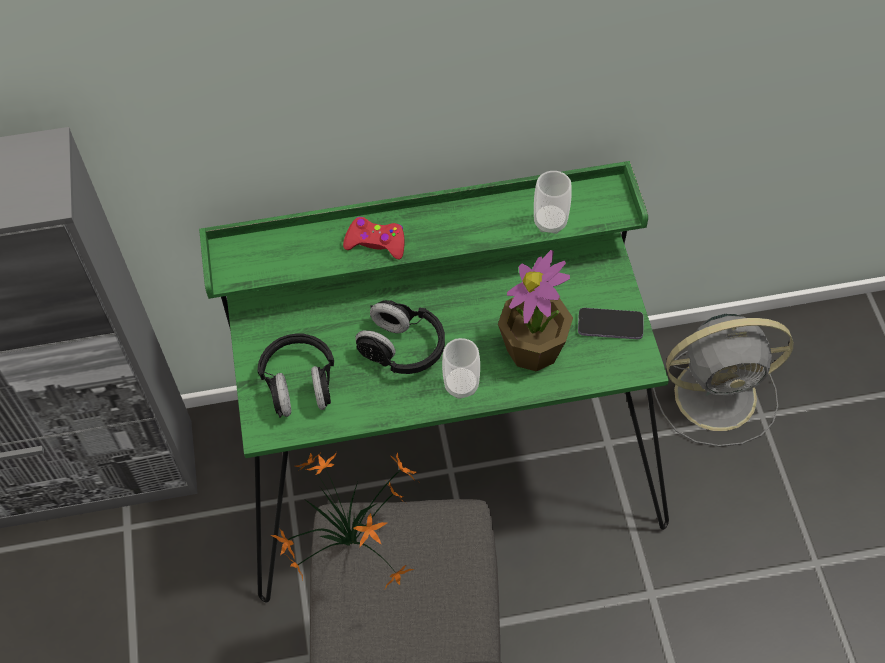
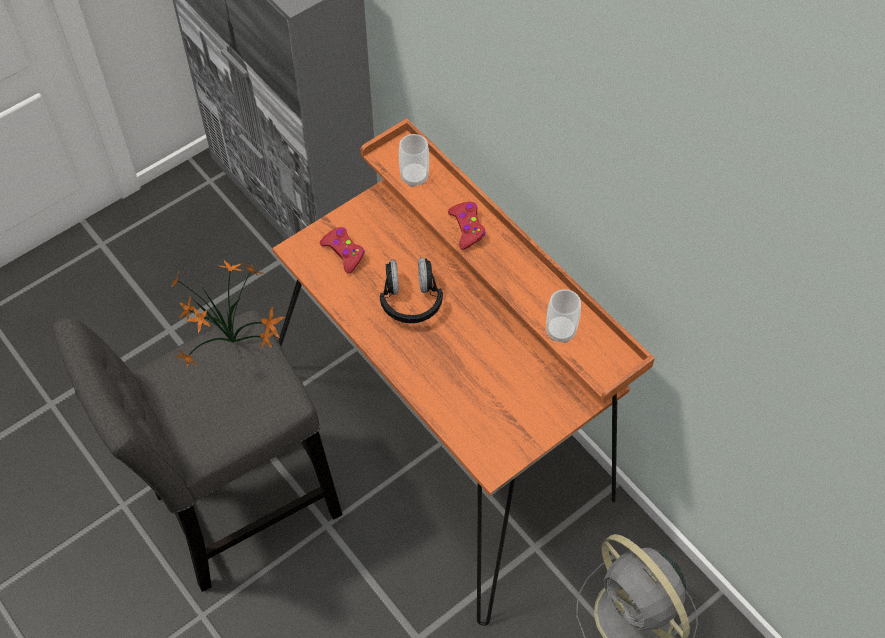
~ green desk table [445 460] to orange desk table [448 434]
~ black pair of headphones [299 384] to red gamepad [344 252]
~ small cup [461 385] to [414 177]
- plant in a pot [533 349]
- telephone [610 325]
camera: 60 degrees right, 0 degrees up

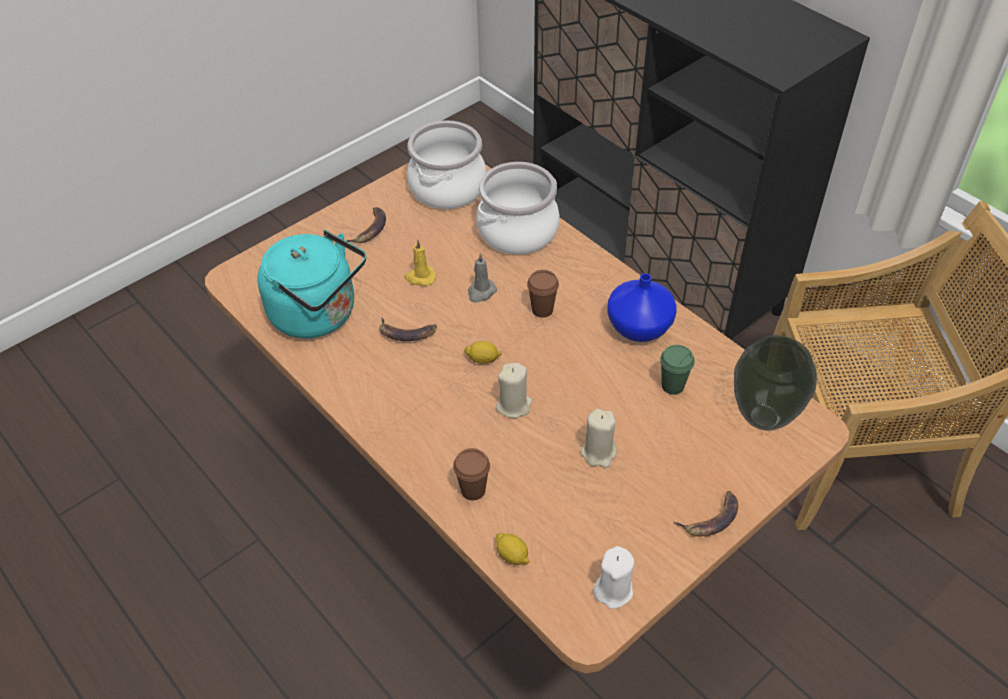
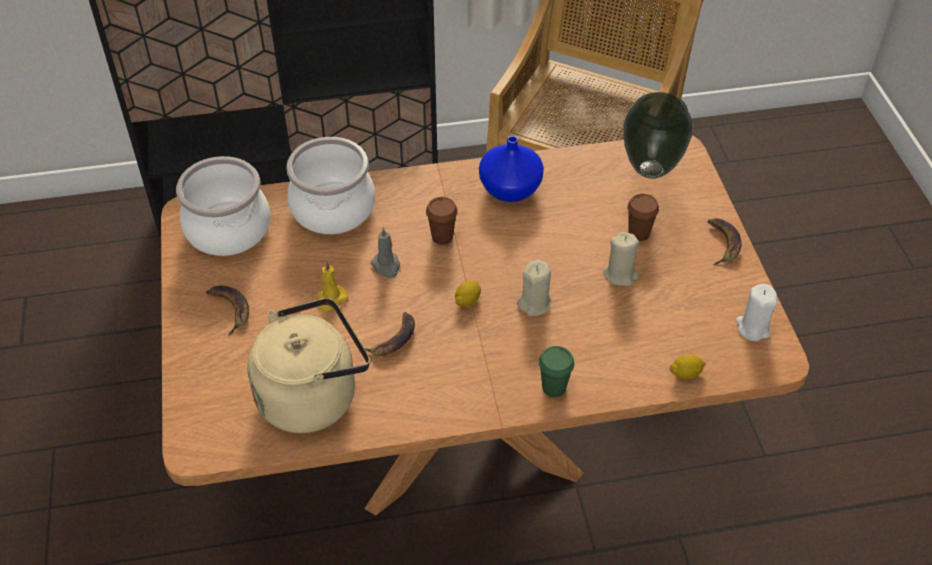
~ turquoise tea kettle [319 315] to beige tea kettle [313 395]
~ brown-coloured small cup [473 490] to [638 233]
~ green small cup [672 386] to [554 387]
camera: 60 degrees left, 0 degrees up

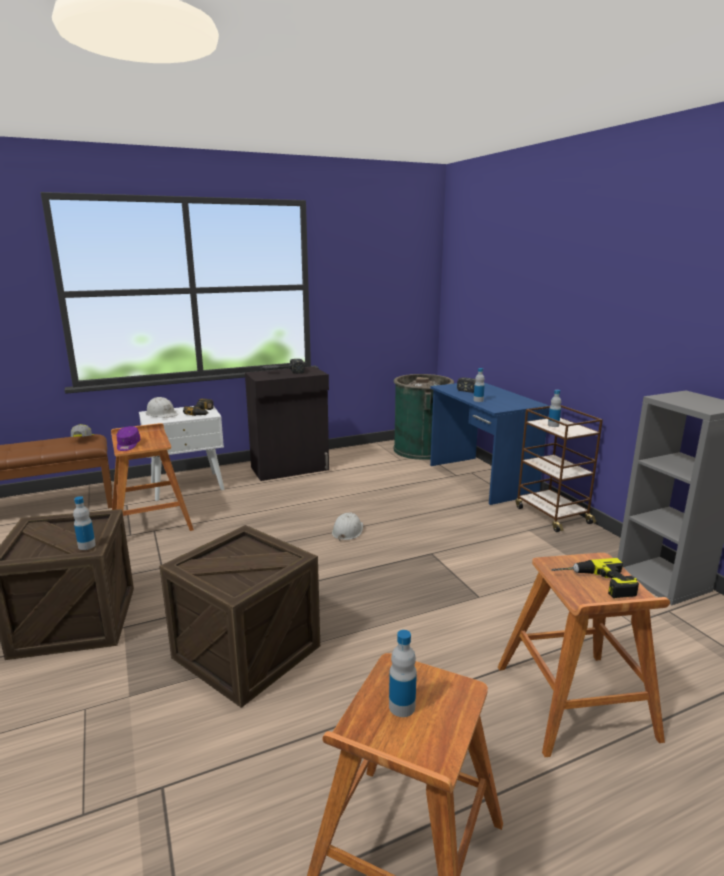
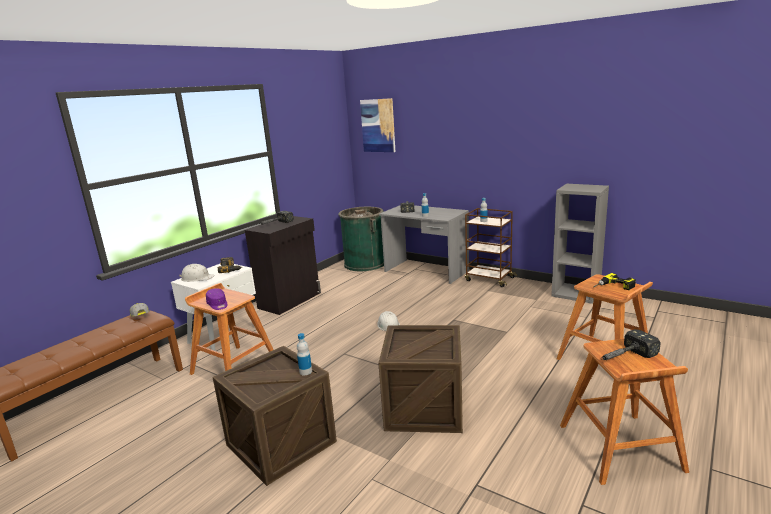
~ beverage bottle [402 707] to hammer [624 357]
~ blue-coloured desk table [480 479] to gray desk table [426 271]
+ wall art [378 125]
camera: 30 degrees left, 0 degrees up

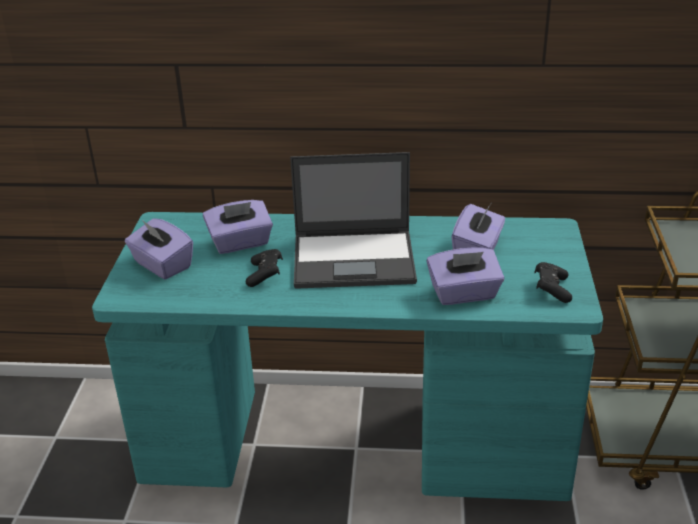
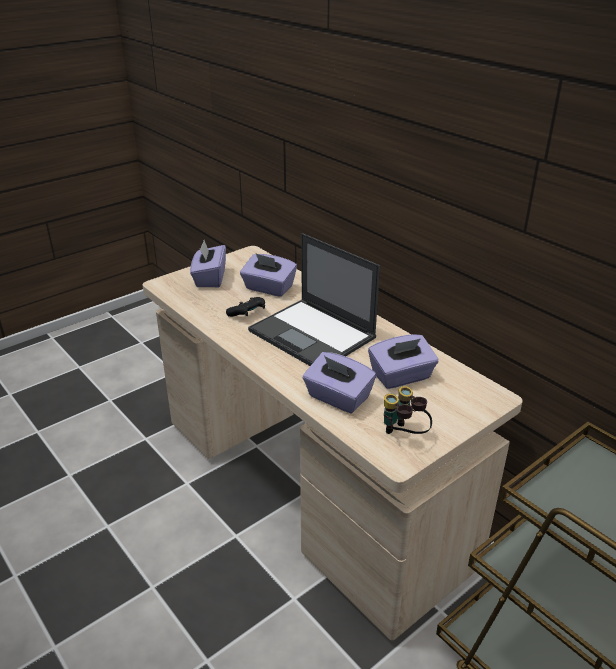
~ turquoise desk table [354 445] to beige desk table [308 489]
~ black gamepad [551 290] to binoculars [404 435]
camera: 45 degrees right, 0 degrees up

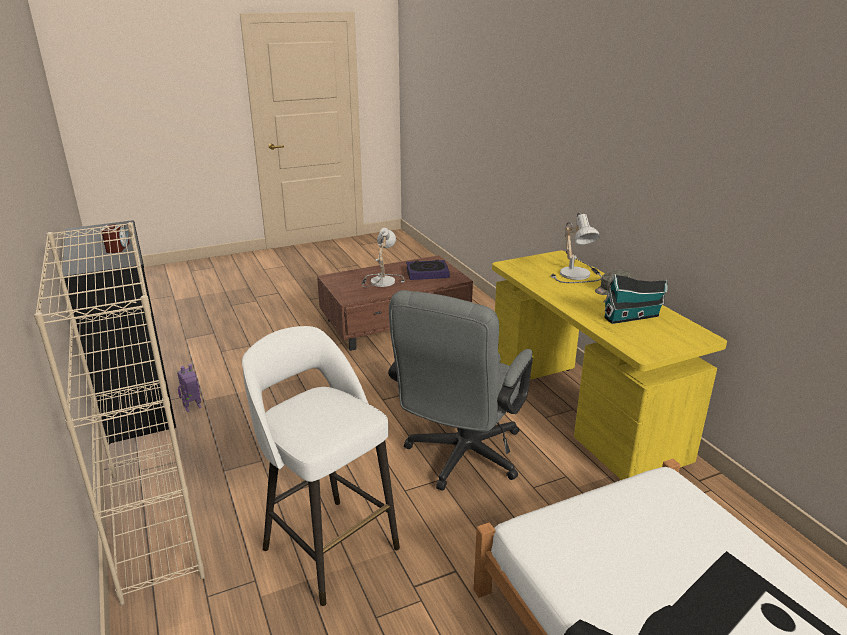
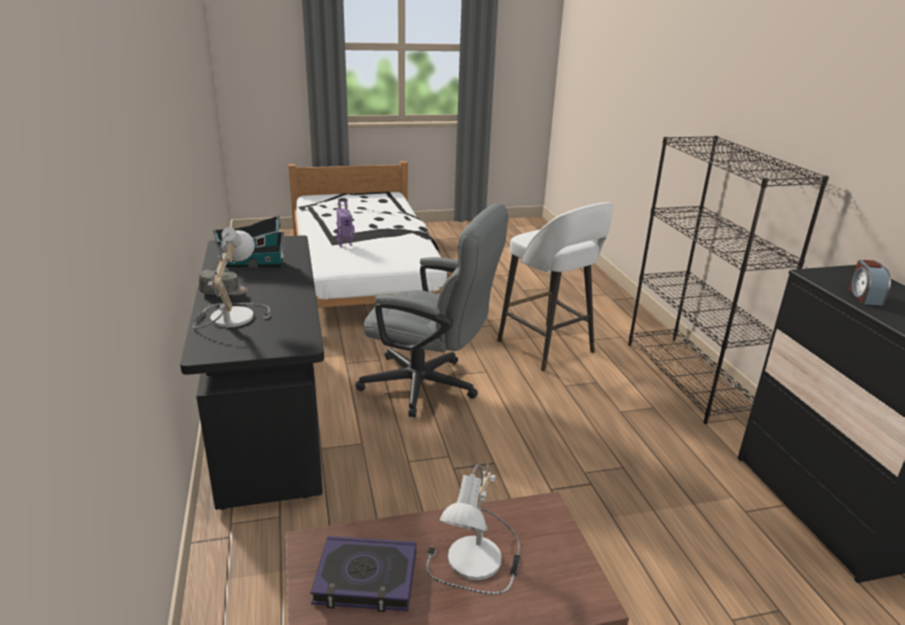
~ beige bookcase [153 522] to black bookcase [689 378]
~ robot figure [193 408] to [345 244]
~ gray desk chair [460 459] = [429 387] 75 degrees clockwise
~ yellow desk table [581 409] to black desk table [269 416]
camera: 170 degrees left, 0 degrees up

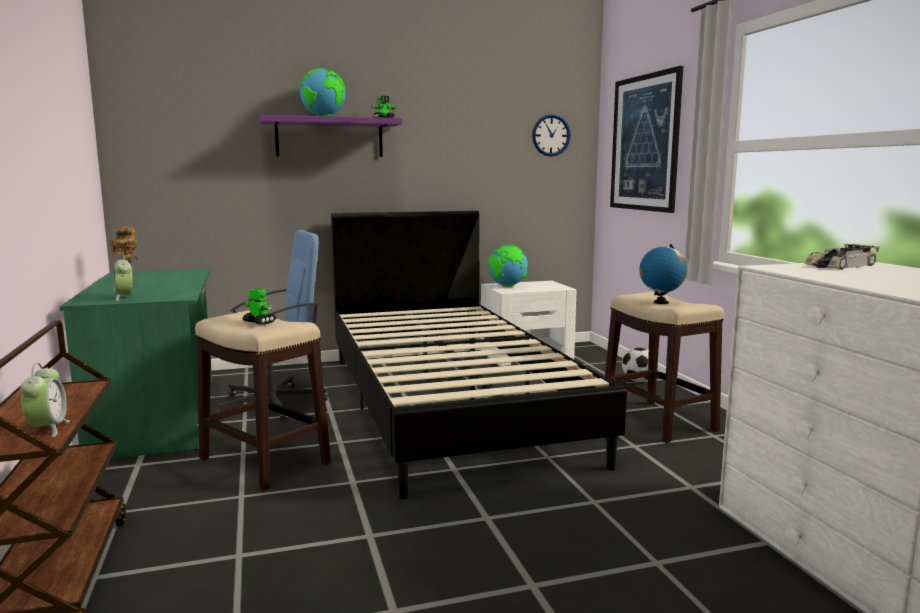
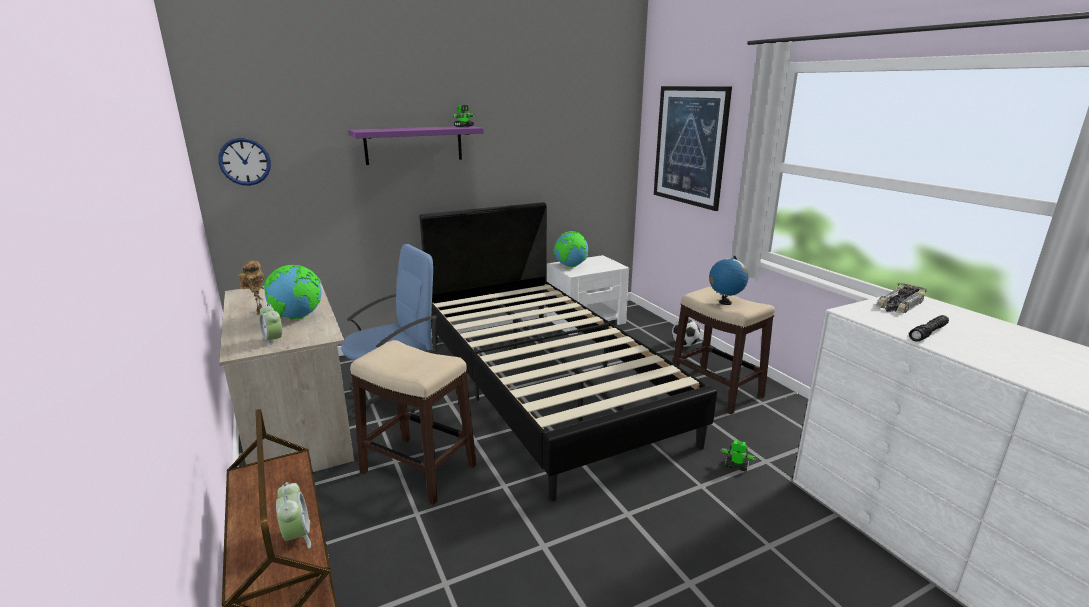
~ green desk table [157 416] to beige desk table [297 423]
~ robot figure [259 322] to [736 465]
~ desk globe [324 117] to [298 317]
~ clock on the wall [551 135] to [245 161]
+ black flashlight [928 333]
camera: 10 degrees left, 10 degrees up

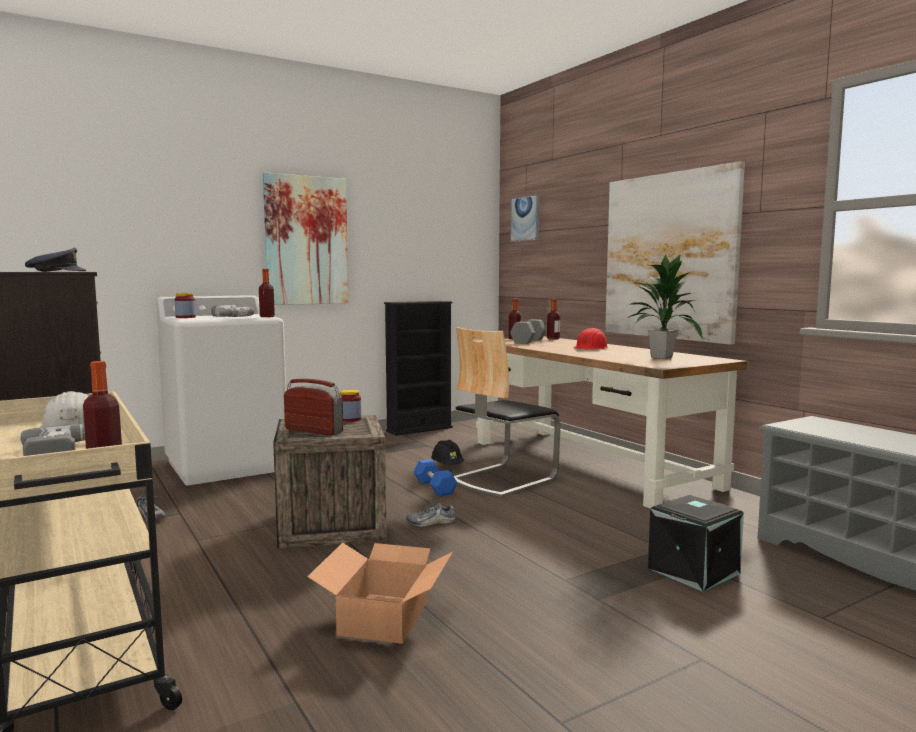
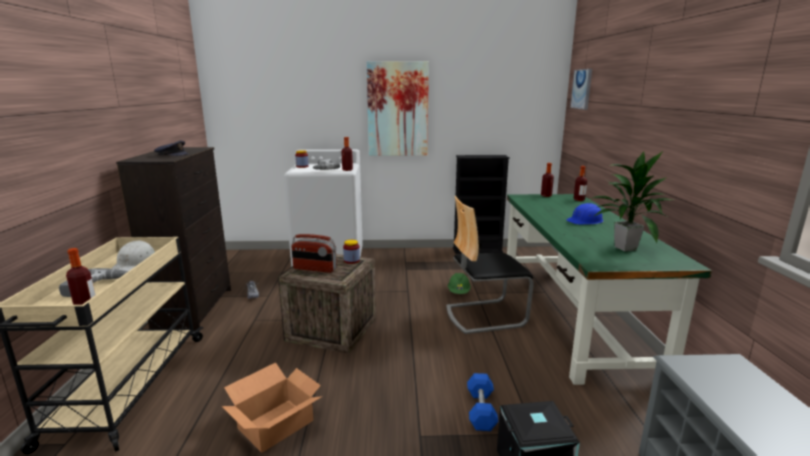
~ radio set [314 430] = [314 269] 135 degrees clockwise
- low shoe [431 522]
~ blue-coloured free weight [434 487] to [481 410]
~ black work helmet [447 466] to green work helmet [459 292]
~ brown-coloured desk table [589 463] to green desk table [573 315]
- gray free weight [528 341]
~ red work helmet [591 348] to blue-coloured work helmet [585 221]
- wall art [669 256]
camera: 30 degrees right, 10 degrees up

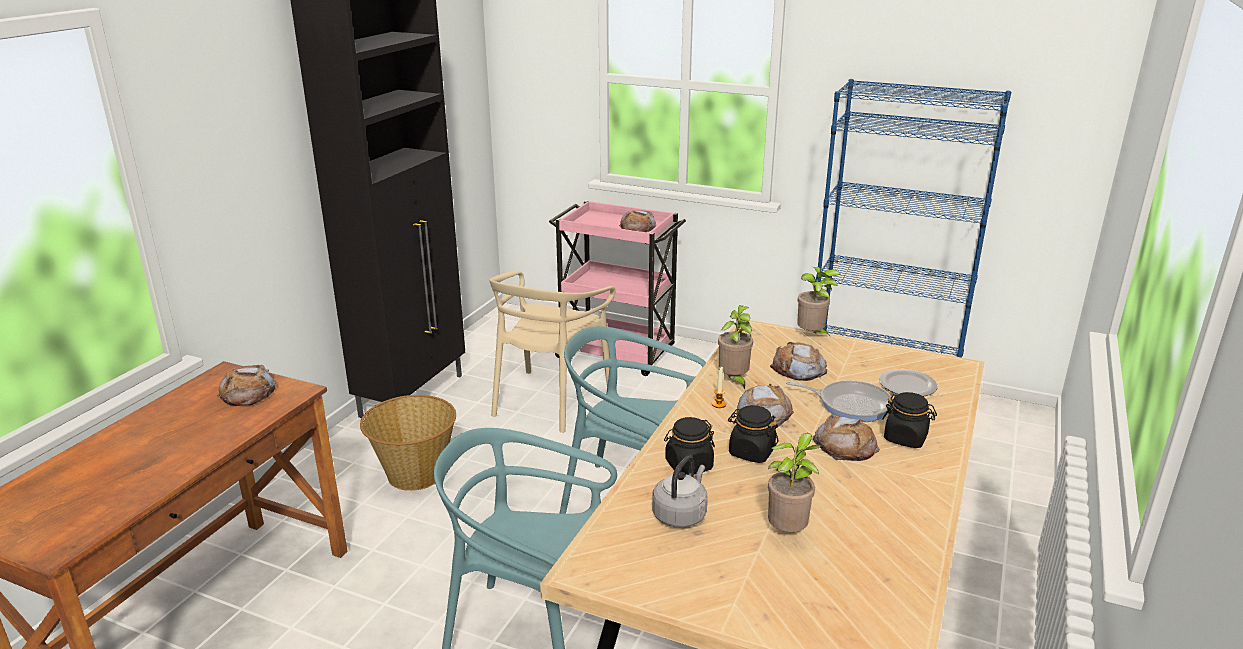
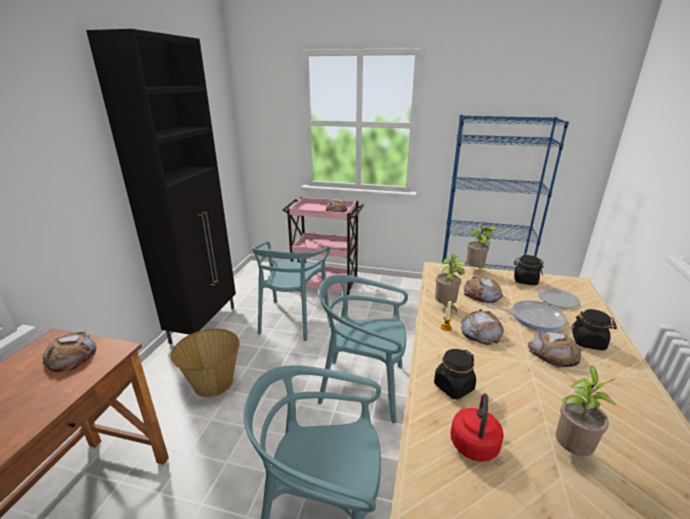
~ beige upright chair [550 400] to turquoise upright chair [292 319]
~ gray tea kettle [681 514] to red tea kettle [474 442]
~ black jar [751 452] to [525 281]
camera: 10 degrees left, 0 degrees up

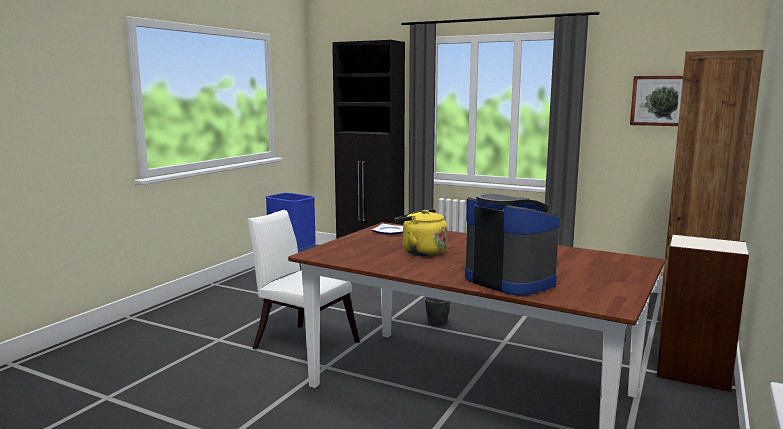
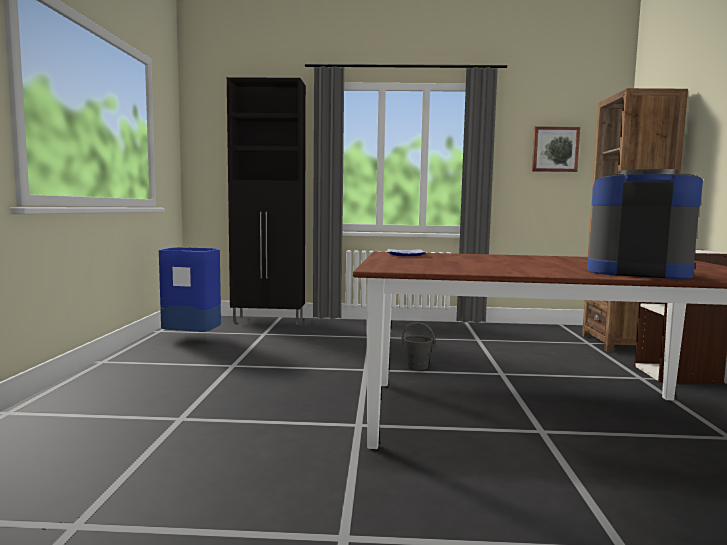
- white upright chair [302 344]
- yellow tea kettle [421 252]
camera: 25 degrees left, 5 degrees down

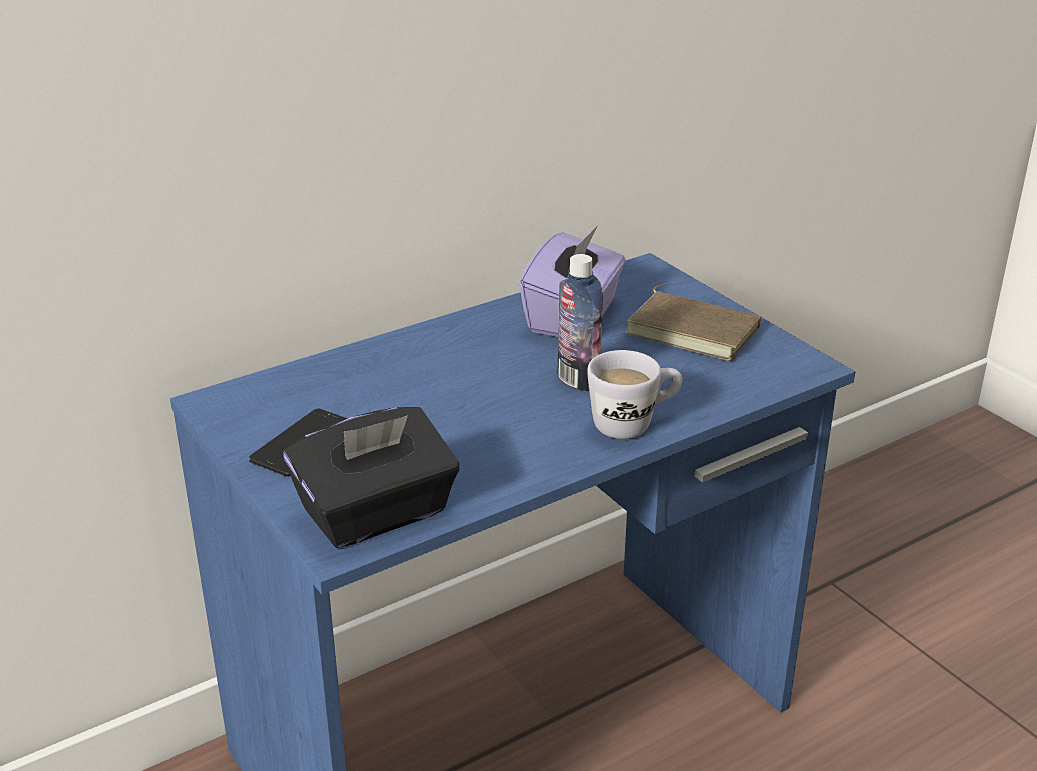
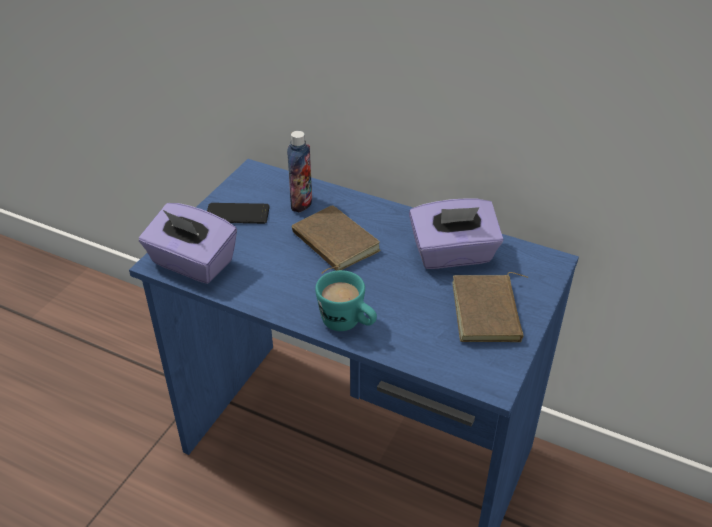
~ black tissue box [376 514] to purplish tissue box [192 263]
~ beverage bottle [578 380] to [301 203]
~ white tea mug [634 424] to turquoise tea mug [348 324]
+ brown-coloured book [332 243]
camera: 60 degrees right, 10 degrees up

